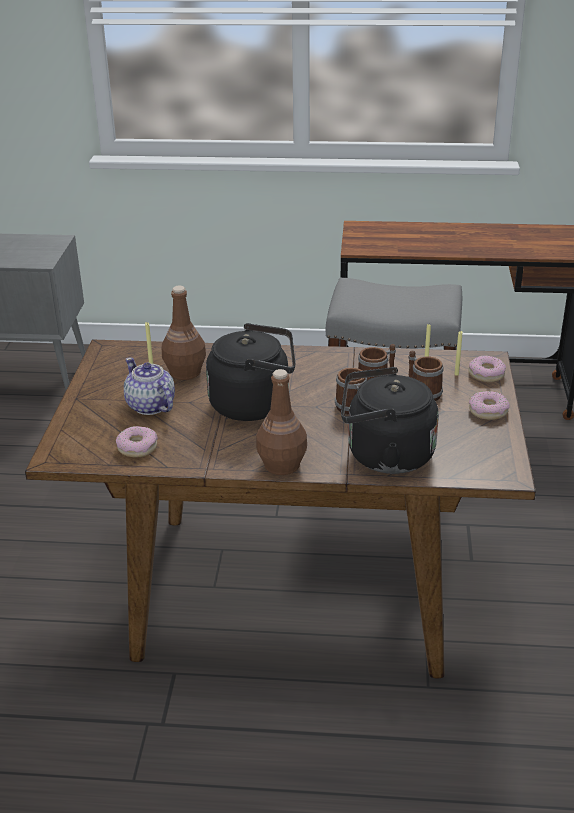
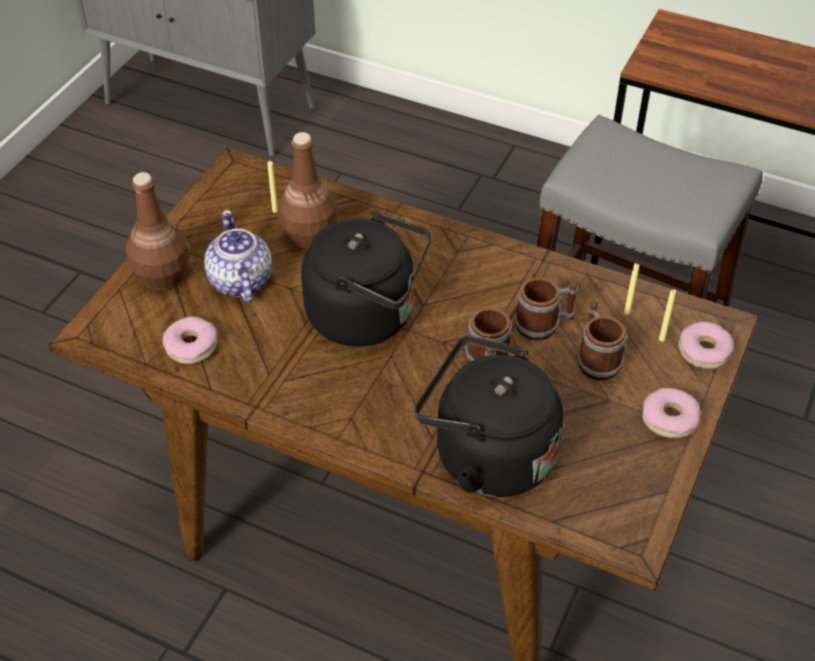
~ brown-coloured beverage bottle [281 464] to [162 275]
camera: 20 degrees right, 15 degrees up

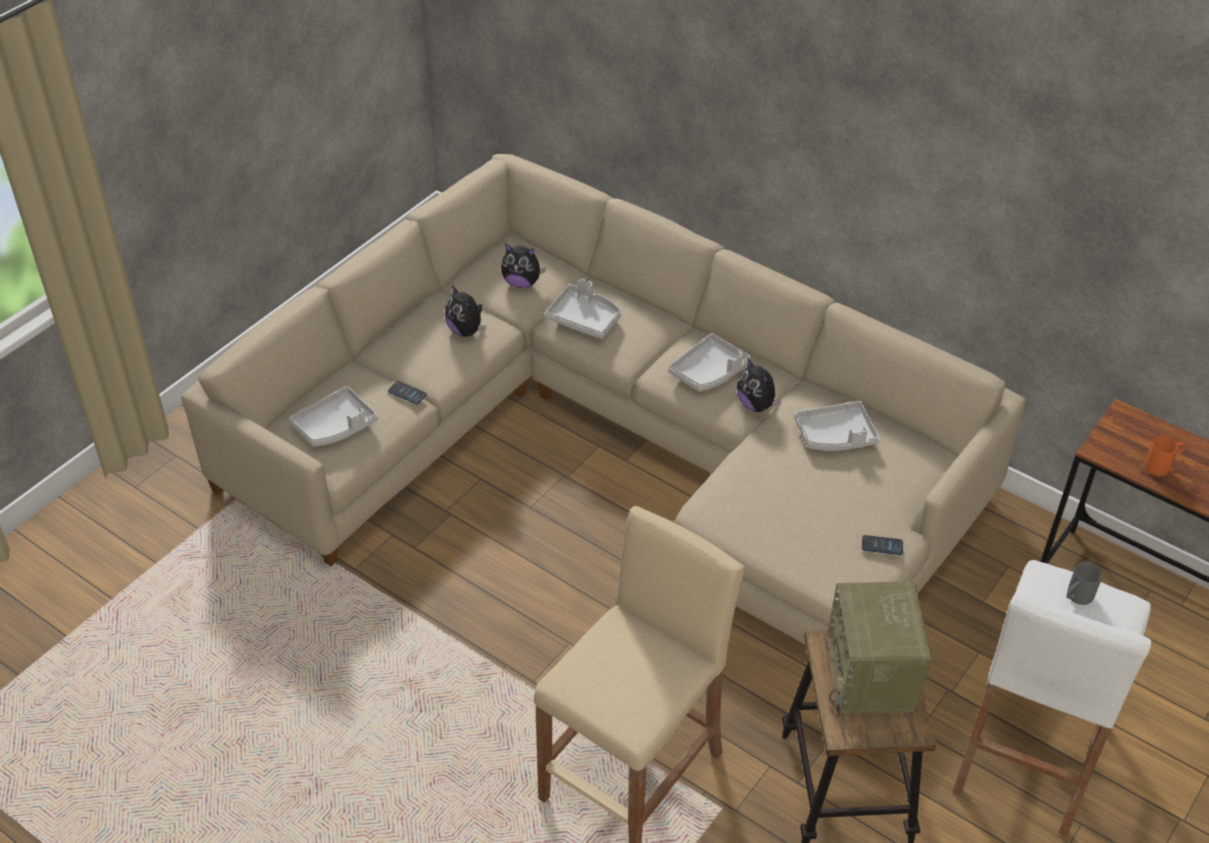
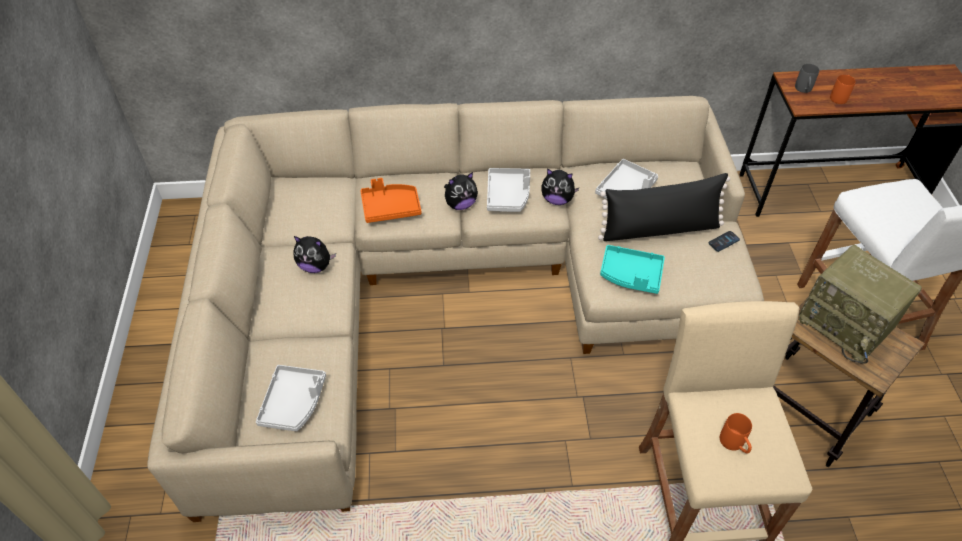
- telephone [407 393]
~ plush toy [522 283] to [460 204]
~ gray tray [584 319] to orange tray [390 208]
~ gray tea mug [1076 598] to [803 90]
+ black pillow [660 228]
+ turquoise tray [631 275]
+ orange tea mug [734 445]
camera: 40 degrees left, 5 degrees up

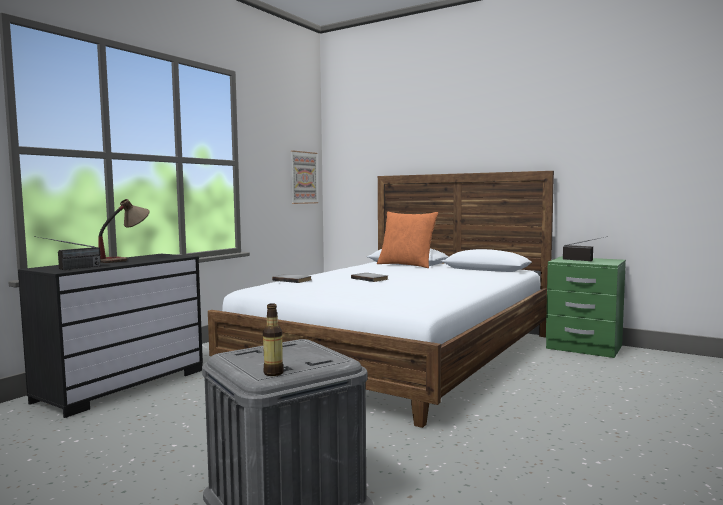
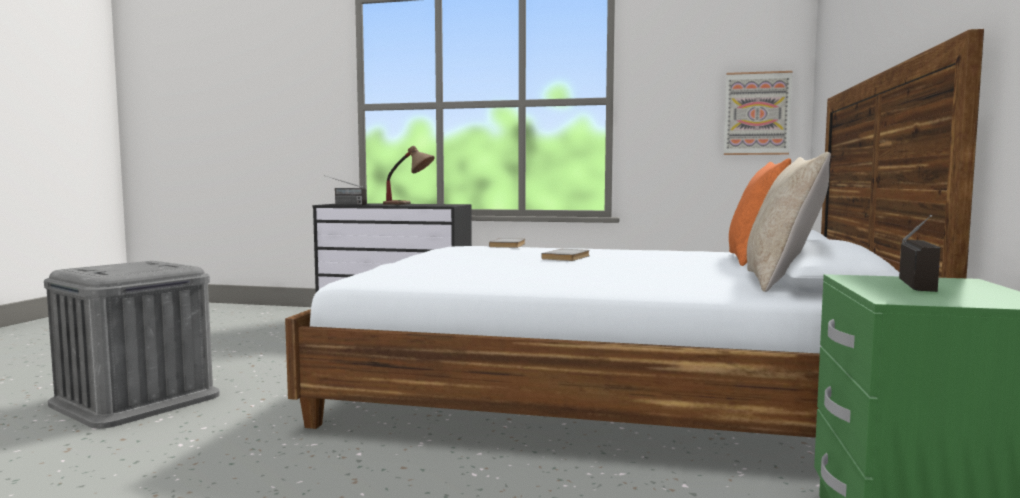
- beverage bottle [273 373]
+ beige pillow [781 282]
camera: 70 degrees right, 0 degrees up

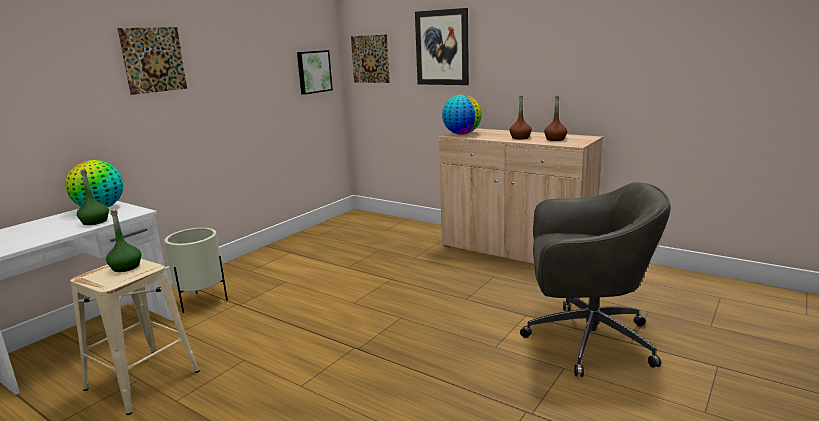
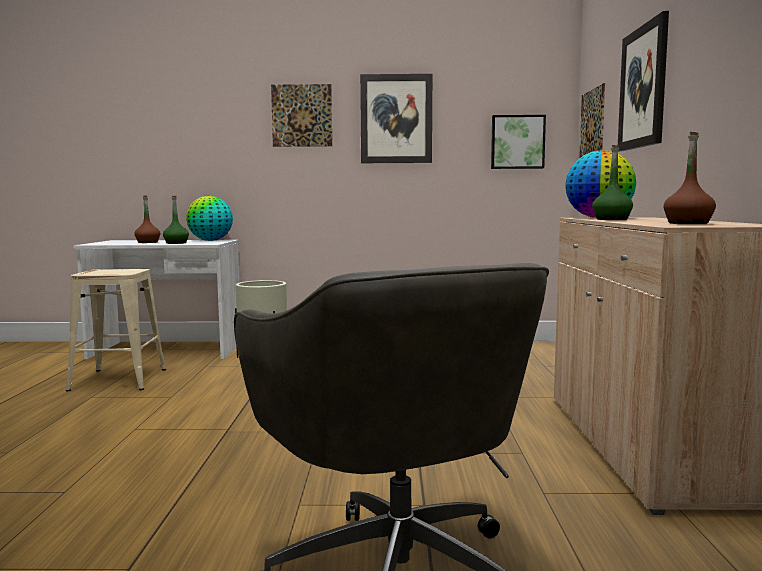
~ green beverage bottle [126 267] to [612 219]
~ brown-coloured beverage bottle [520 138] to [148 242]
+ wall art [396 119]
camera: 55 degrees right, 10 degrees down

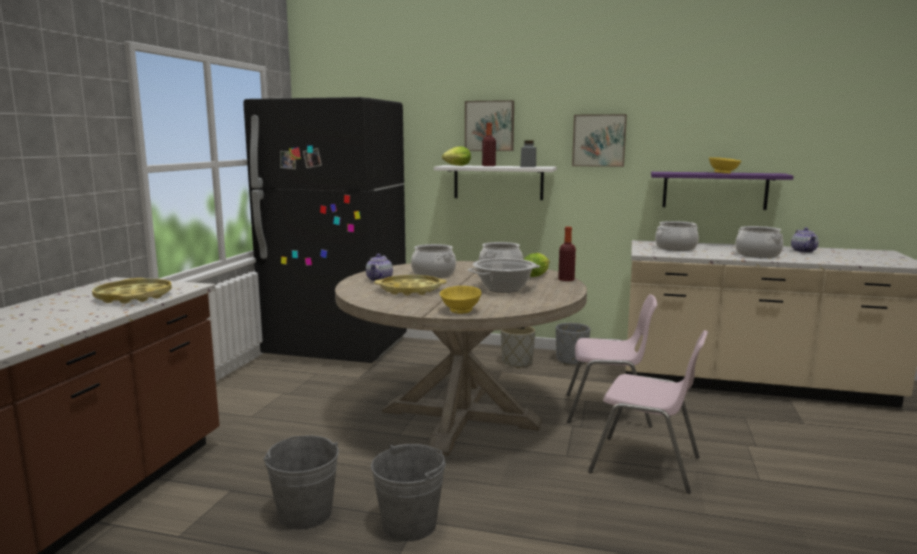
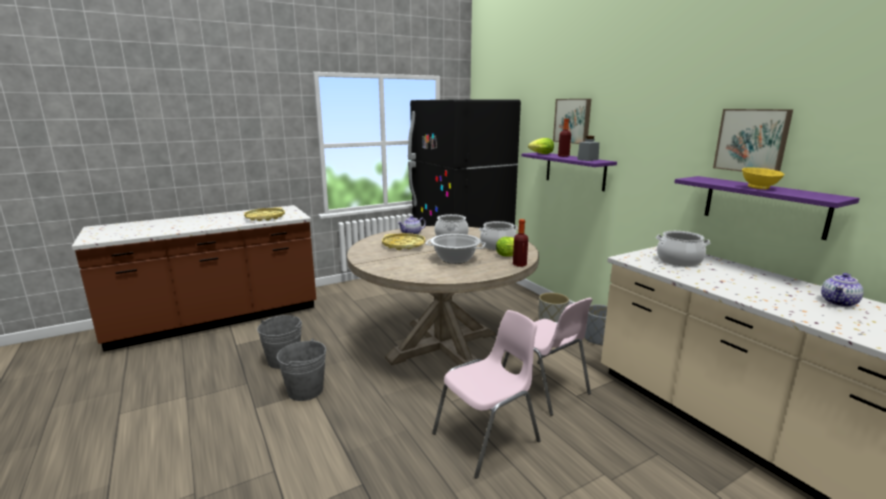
~ white bracket shelf [498 182] to purplish bracket shelf [575 171]
- yellow bowl [460 311]
~ wall art [599 140] to [752 140]
~ pink-coloured upright chair [647 465] = [488 438] 105 degrees counterclockwise
- cooking pot [758 254]
camera: 45 degrees right, 5 degrees up

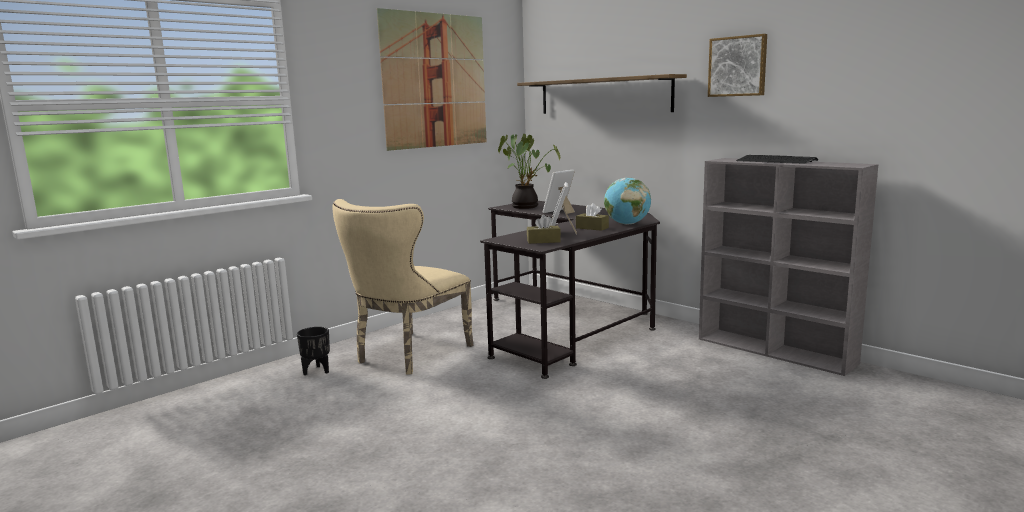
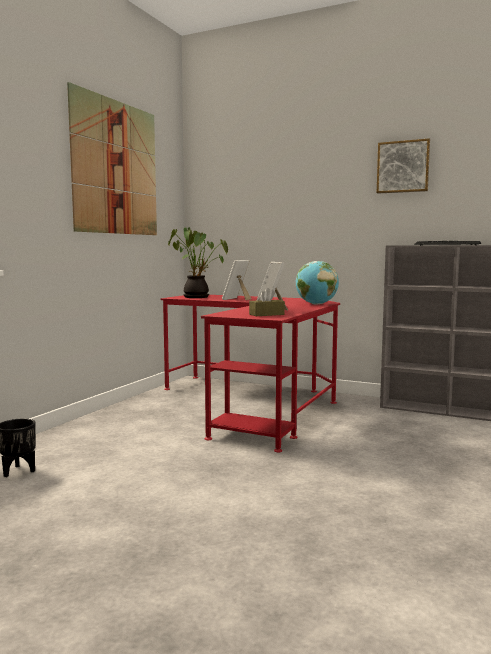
- beige upright chair [408 355]
~ black desk table [570 323] to red desk table [256 403]
- bracket shelf [603 96]
- brown-coloured tissue box [592 228]
camera: 20 degrees left, 5 degrees down

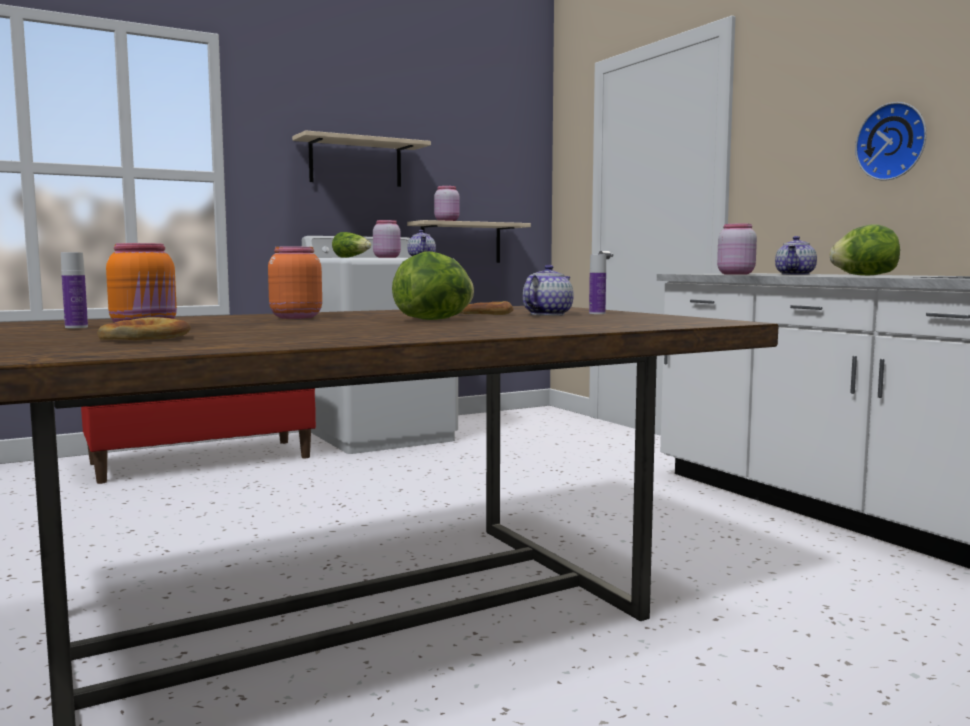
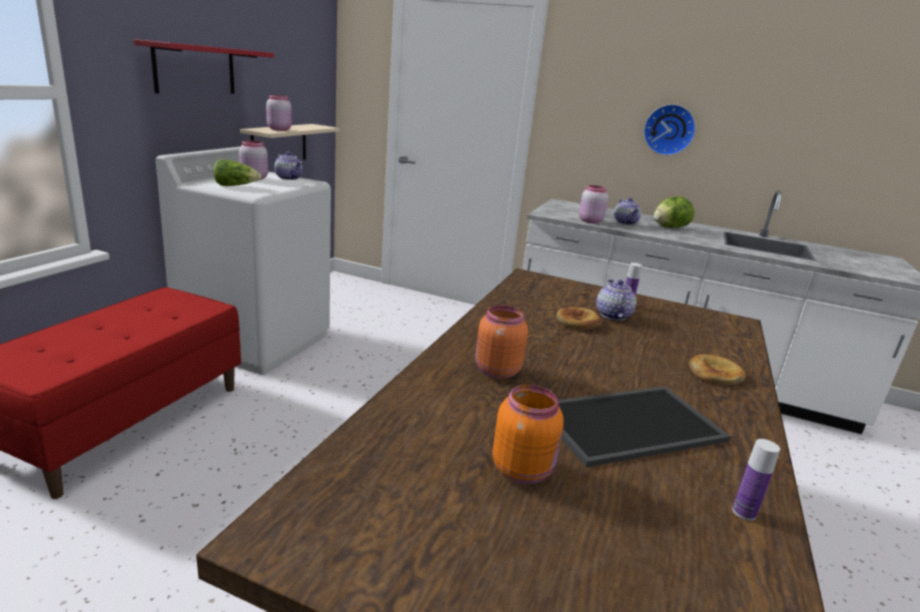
~ beverage bottle [76 327] to [744 512]
~ baked bread [146 338] to [715 373]
~ beige bracket shelf [355 162] to red bracket shelf [195 69]
- lettuce head [435 319]
+ tray [629 422]
camera: 40 degrees left, 15 degrees up

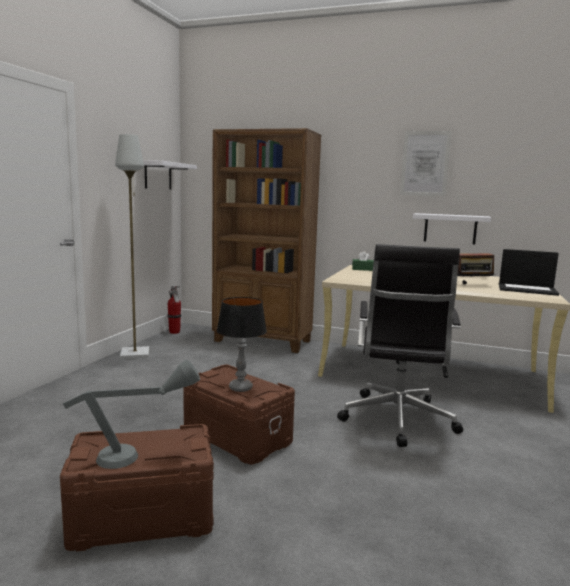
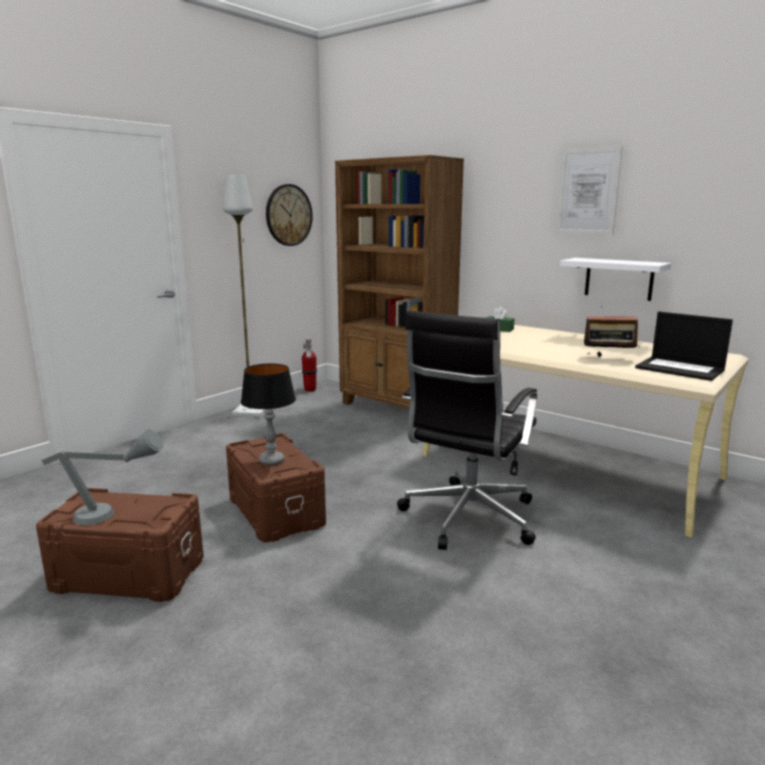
~ white bracket shelf [158 175] to clock on the wall [288 215]
camera: 20 degrees right, 5 degrees up

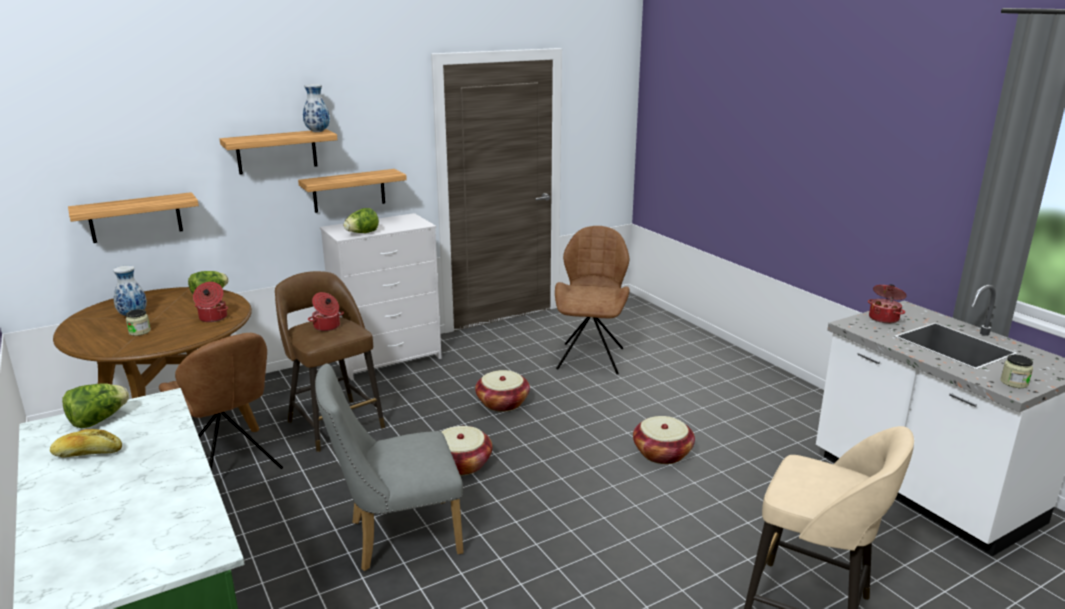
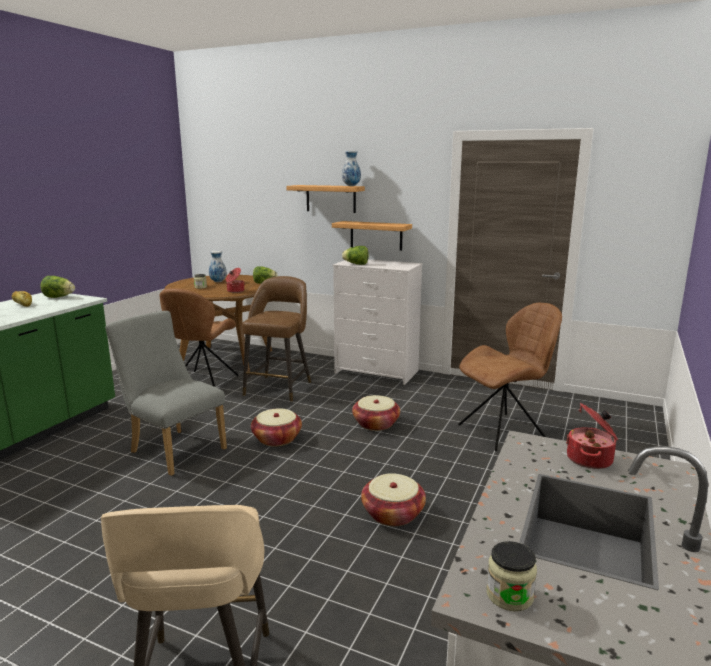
- bracket shelf [135 218]
- cooking pot [327 327]
camera: 55 degrees right, 5 degrees down

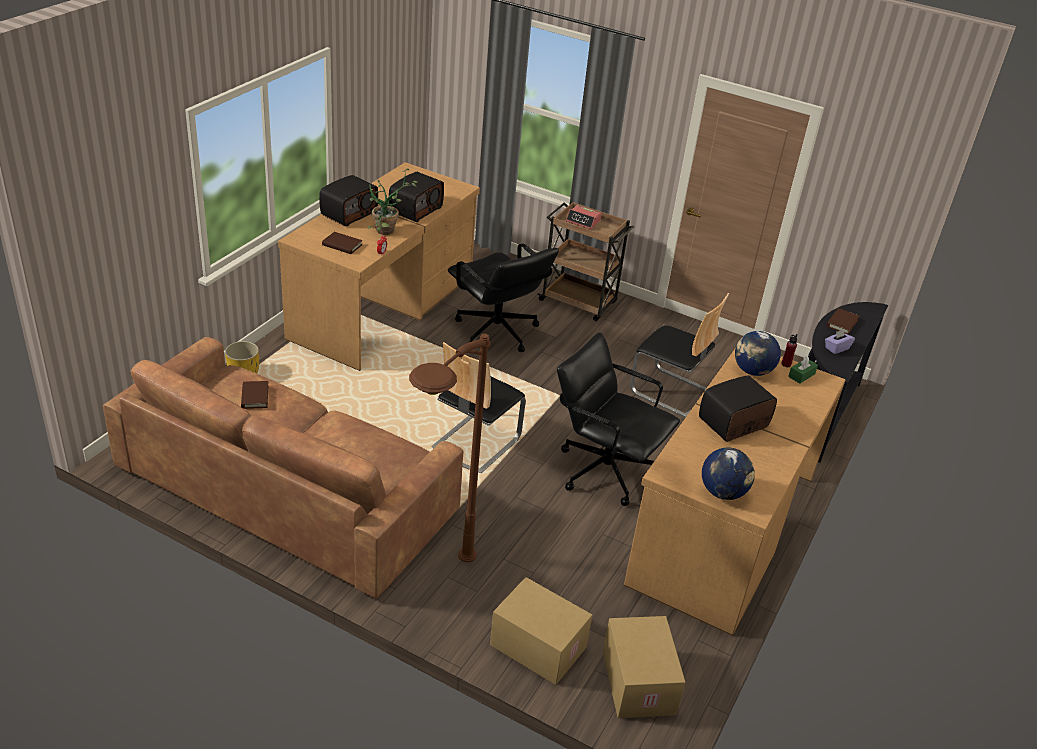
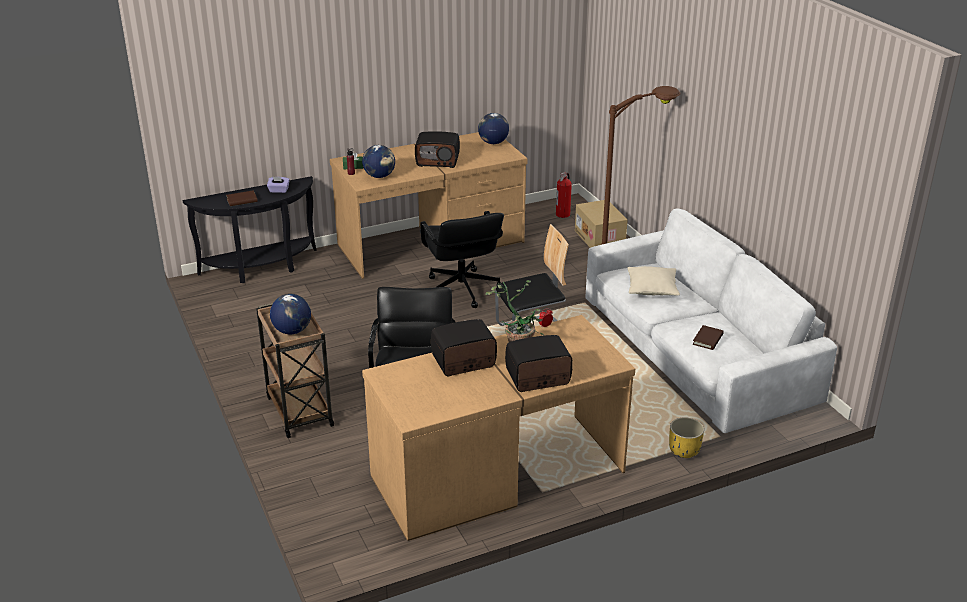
~ brown-coloured sofa [287 488] to white sofa [695 350]
- brown-coloured book [342 245]
~ table clock [583 221] to desk globe [292 331]
~ packing box [636 681] to fire-fighting cylinder [563 214]
- upright chair [670 392]
+ beige pillow [652 289]
camera: 140 degrees left, 5 degrees down

